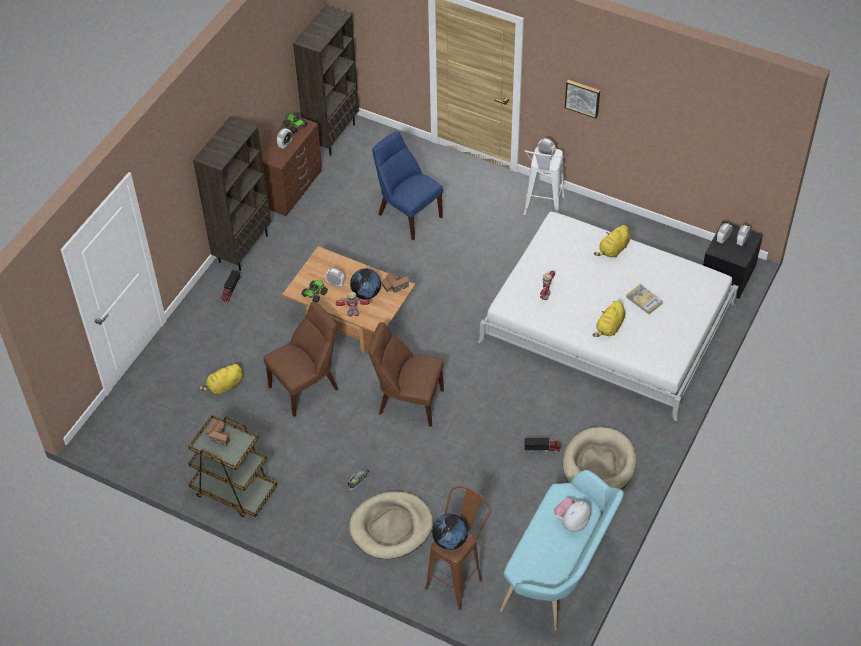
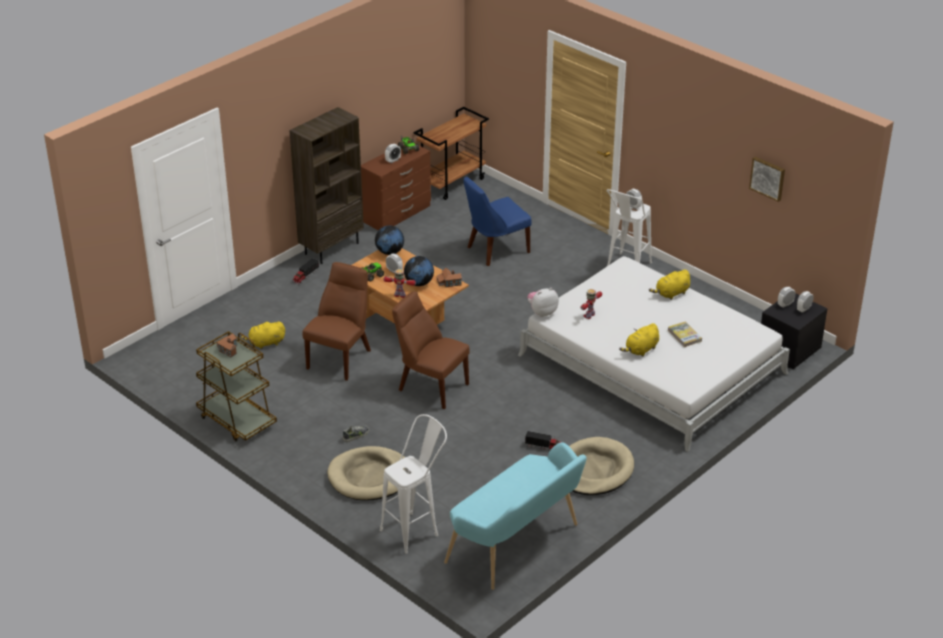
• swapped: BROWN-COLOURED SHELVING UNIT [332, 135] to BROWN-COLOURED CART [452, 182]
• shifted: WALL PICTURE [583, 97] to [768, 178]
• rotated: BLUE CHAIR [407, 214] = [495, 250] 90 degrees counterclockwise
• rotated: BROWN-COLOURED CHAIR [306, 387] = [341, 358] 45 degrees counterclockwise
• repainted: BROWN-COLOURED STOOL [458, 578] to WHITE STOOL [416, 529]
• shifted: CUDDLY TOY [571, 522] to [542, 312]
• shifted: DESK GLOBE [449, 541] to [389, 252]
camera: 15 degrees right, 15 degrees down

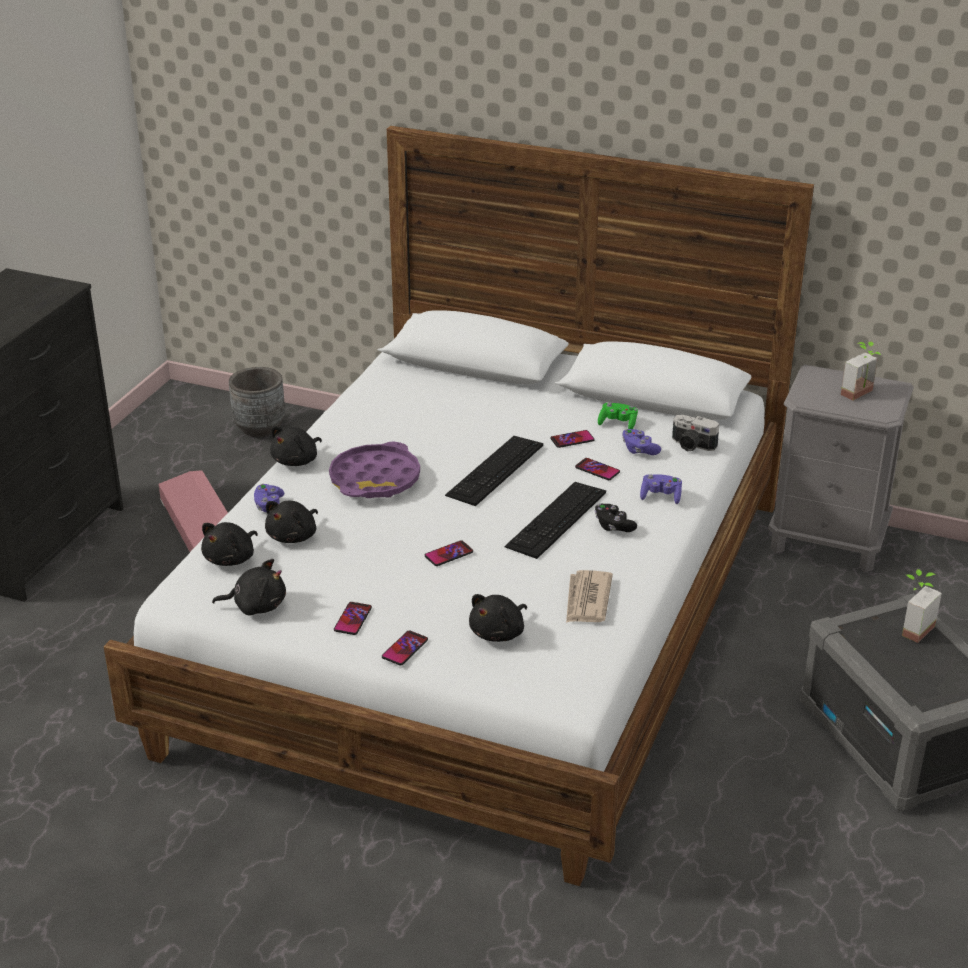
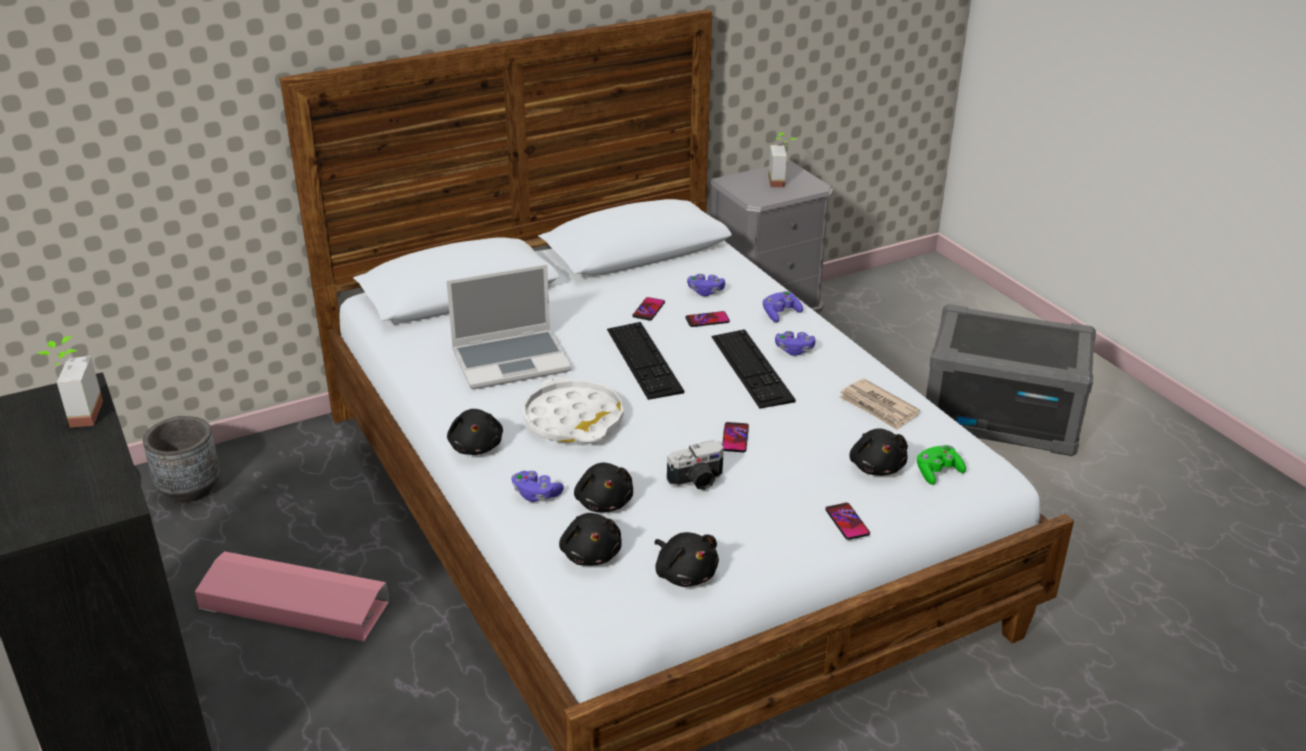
• shifted: GREEN-COLOURED GAME CONTROLLER [618, 423] to [937, 472]
• shifted: PHOTO CAMERA [692, 446] to [697, 481]
• repainted: PURPLE TRAY [375, 479] to WHITE TRAY [573, 420]
• repainted: BLACKISH GAME CONTROLLER [613, 526] to PURPLE GAME CONTROLLER [794, 350]
• rotated: BLACKISH CUDDLY TOY [256, 605] = [684, 573] 105 degrees clockwise
• shifted: HOUSEPLANT [911, 627] to [76, 414]
• gone: HANDSET [353, 619]
• new: PORTABLE COMPUTER [512, 360]
camera: 50 degrees left, 0 degrees up

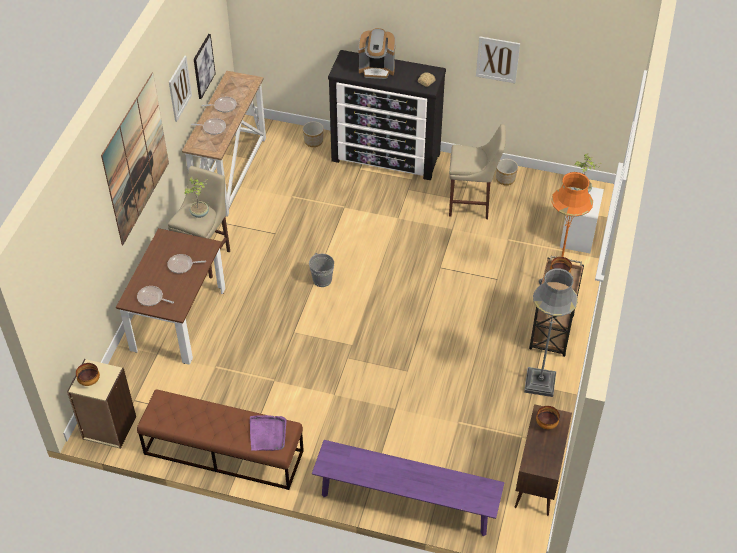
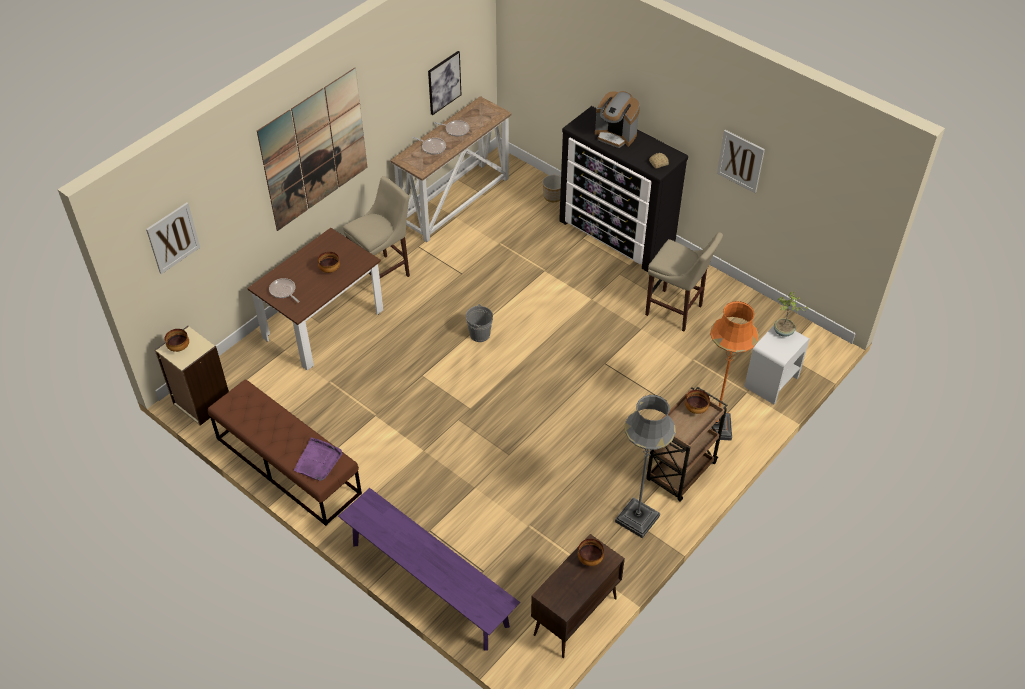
• shifted: WALL PICTURE [179, 88] to [173, 238]
• gone: PLANTER [505, 179]
• gone: HOUSEPLANT [200, 214]
• swapped: FRYING PAN [182, 265] to DEEP DISH [330, 270]
camera: 25 degrees right, 0 degrees up

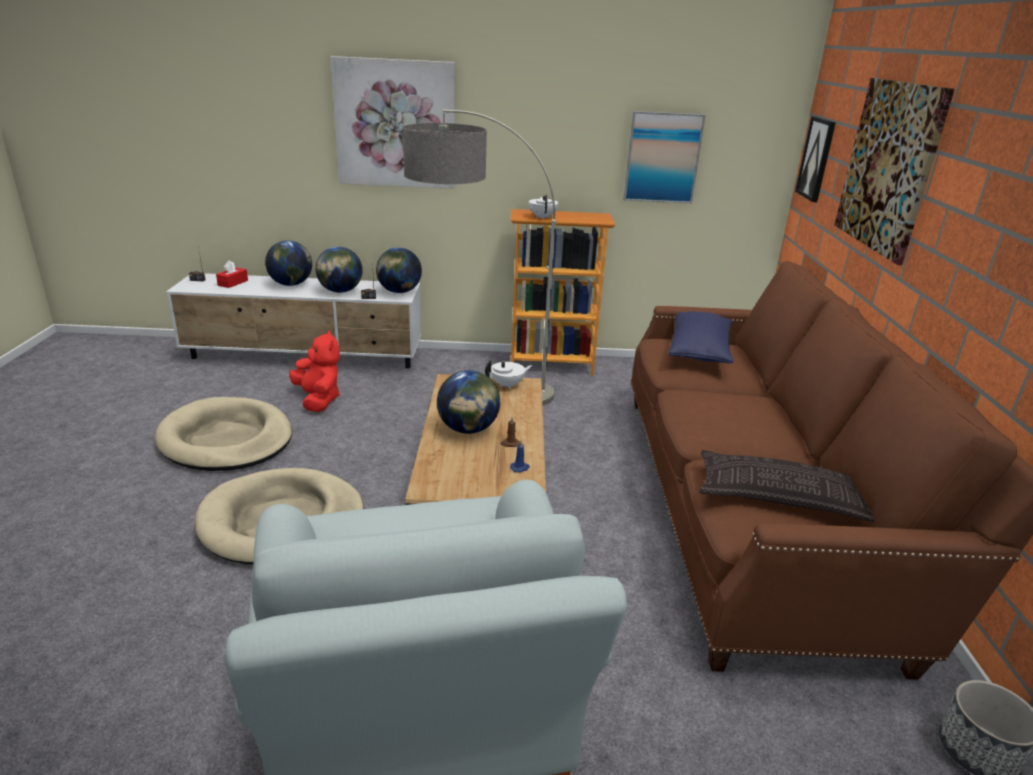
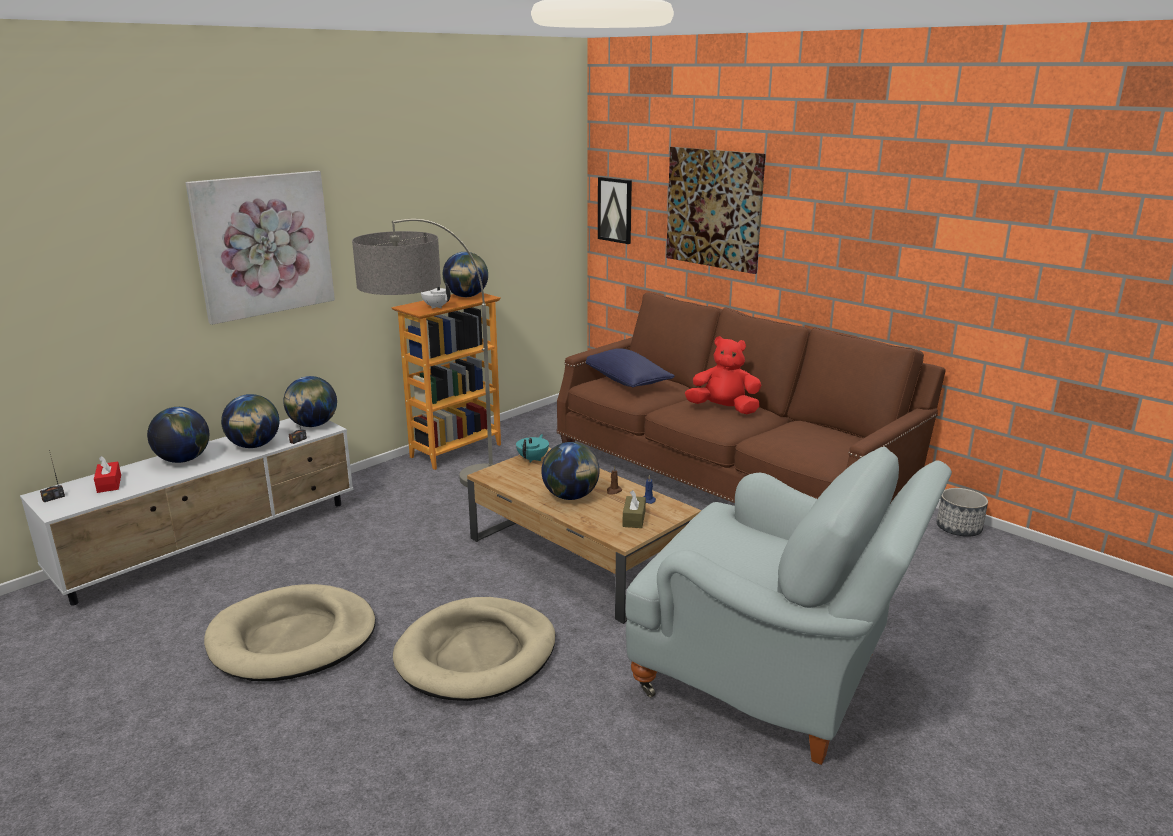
• gone: WALL PICTURE [662, 158]
• shifted: REDDISH CUDDLY TOY [318, 400] to [723, 409]
• repainted: WHITE TEAPOT [508, 385] to TURQUOISE-COLOURED TEAPOT [533, 459]
• gone: CUSHION [781, 496]
• new: DESK GLOBE [466, 296]
• new: BROWN-COLOURED TISSUE BOX [634, 519]
camera: 45 degrees left, 5 degrees down

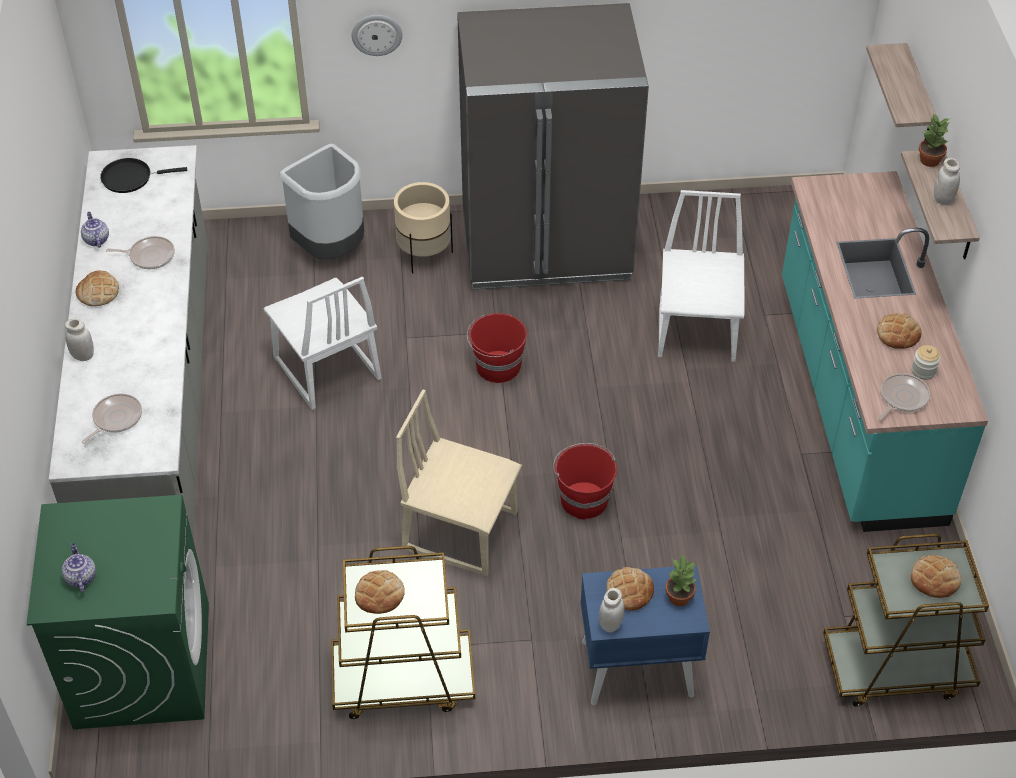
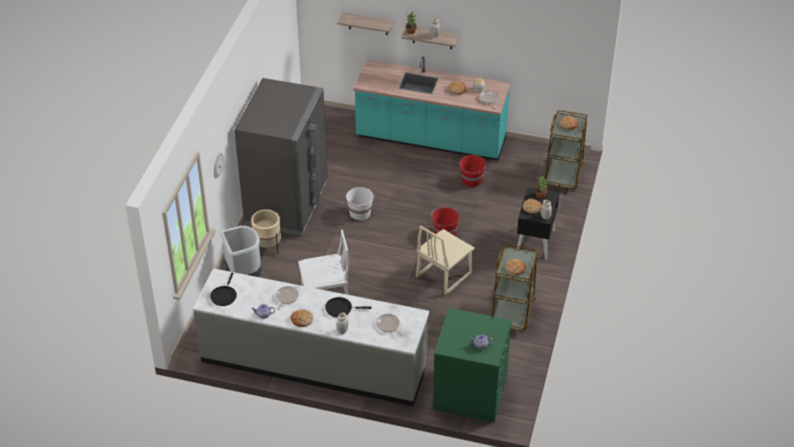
• gone: WHITE CHAIR [698, 330]
• shifted: REDDISH BUCKET [497, 367] to [472, 180]
• repainted: BLUE NIGHTSTAND [636, 668] to BLACKISH NIGHTSTAND [535, 241]
• new: WHITE BUCKET [360, 213]
• new: BLACKISH FRYING PAN [341, 309]
camera: 70 degrees left, 5 degrees down

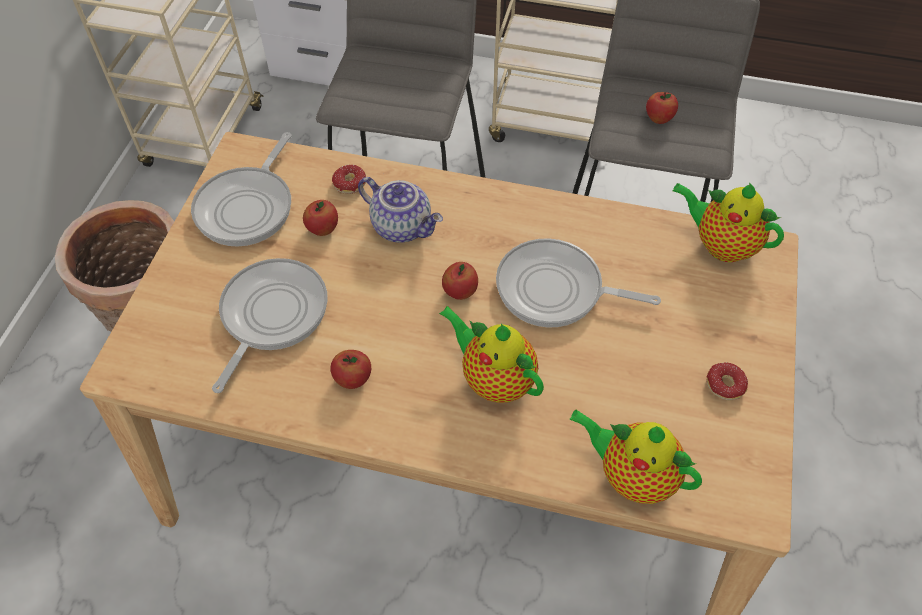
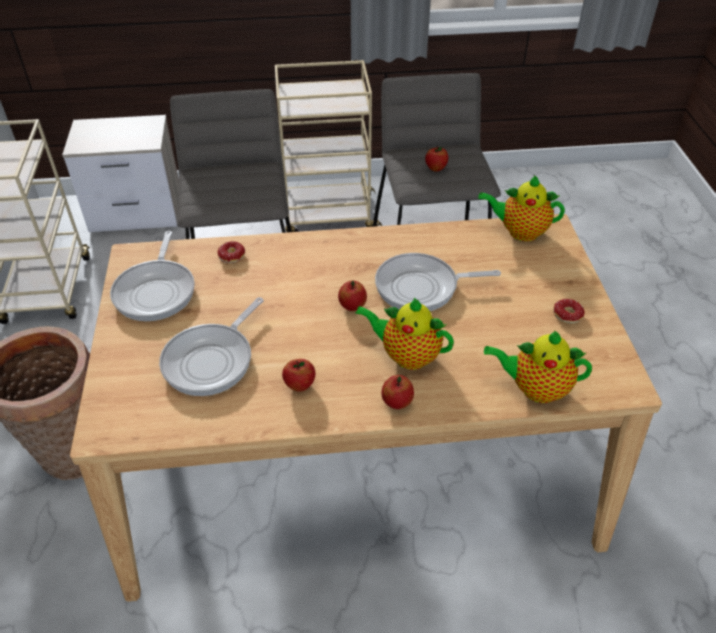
• gone: TEAPOT [403, 226]
• shifted: WHOLE APPLE [322, 229] to [397, 403]
• rotated: FRYING PAN [271, 315] = [212, 360] 150 degrees counterclockwise
camera: 20 degrees left, 10 degrees down

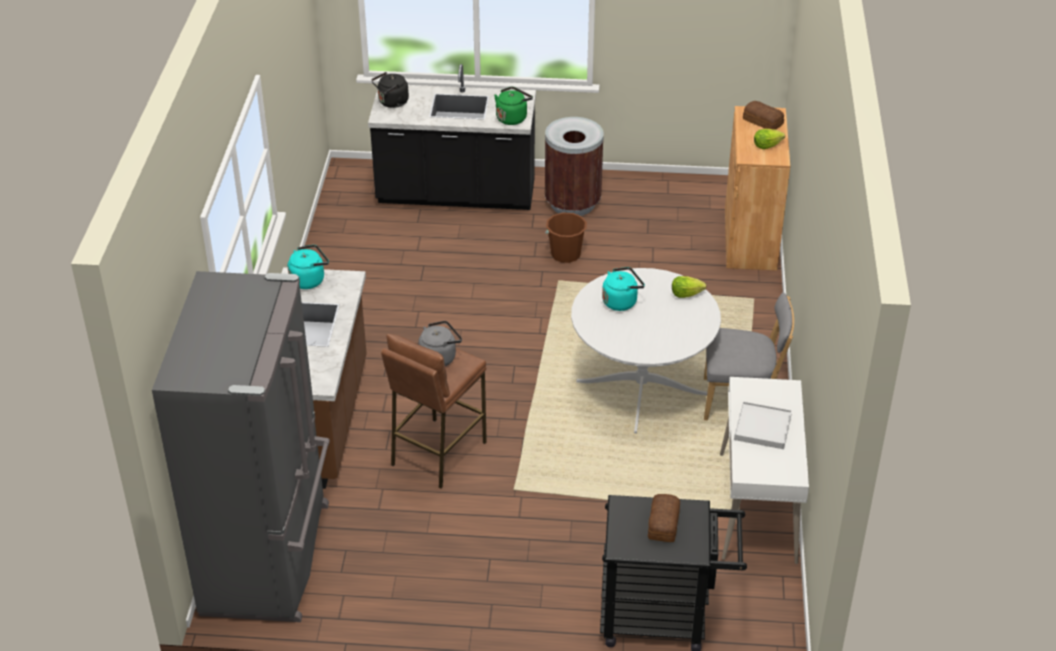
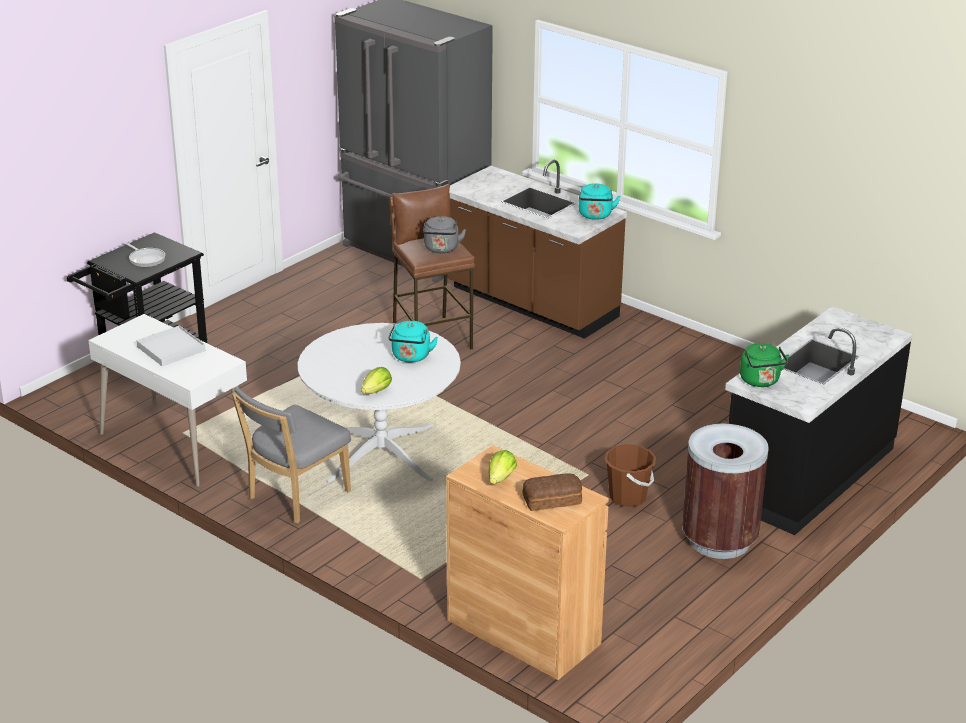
• gone: BLACKISH WATER KETTLE [391, 103]
• swapped: BREAD [662, 524] to FRYING PAN [146, 259]
camera: 125 degrees right, 10 degrees down

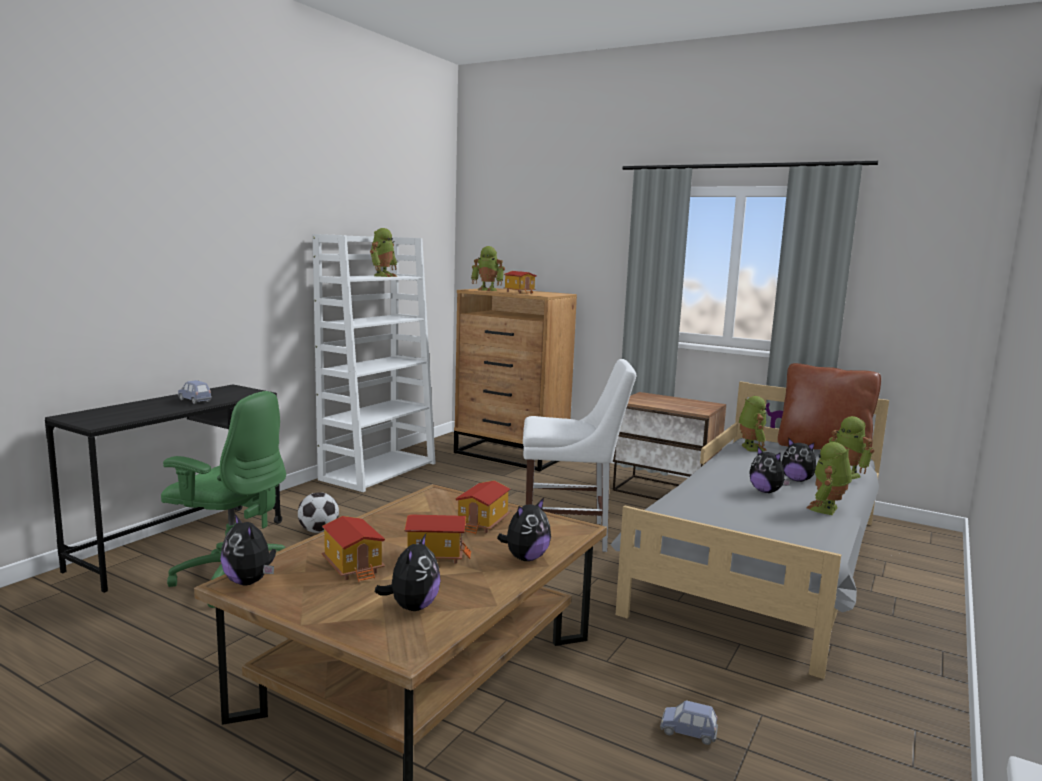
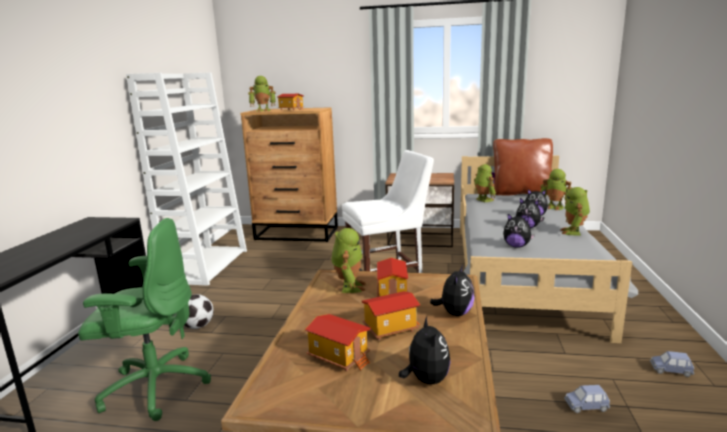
• shifted: TOY ROBOT [383, 276] to [349, 287]
• shifted: BLUE MINIATURE CAR [194, 400] to [670, 370]
• shifted: CUDDLY TOY [250, 581] to [516, 246]
camera: 20 degrees left, 5 degrees up

